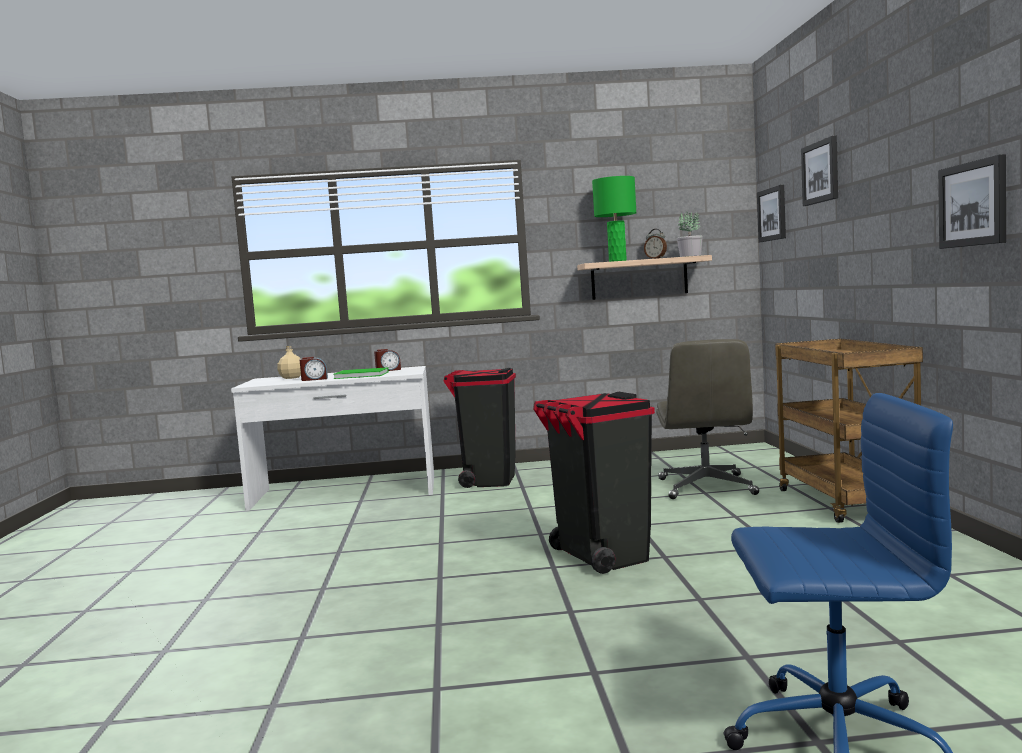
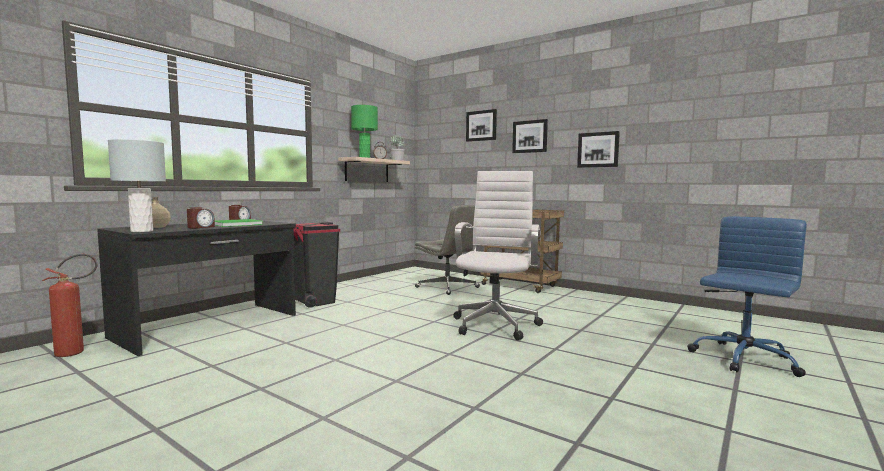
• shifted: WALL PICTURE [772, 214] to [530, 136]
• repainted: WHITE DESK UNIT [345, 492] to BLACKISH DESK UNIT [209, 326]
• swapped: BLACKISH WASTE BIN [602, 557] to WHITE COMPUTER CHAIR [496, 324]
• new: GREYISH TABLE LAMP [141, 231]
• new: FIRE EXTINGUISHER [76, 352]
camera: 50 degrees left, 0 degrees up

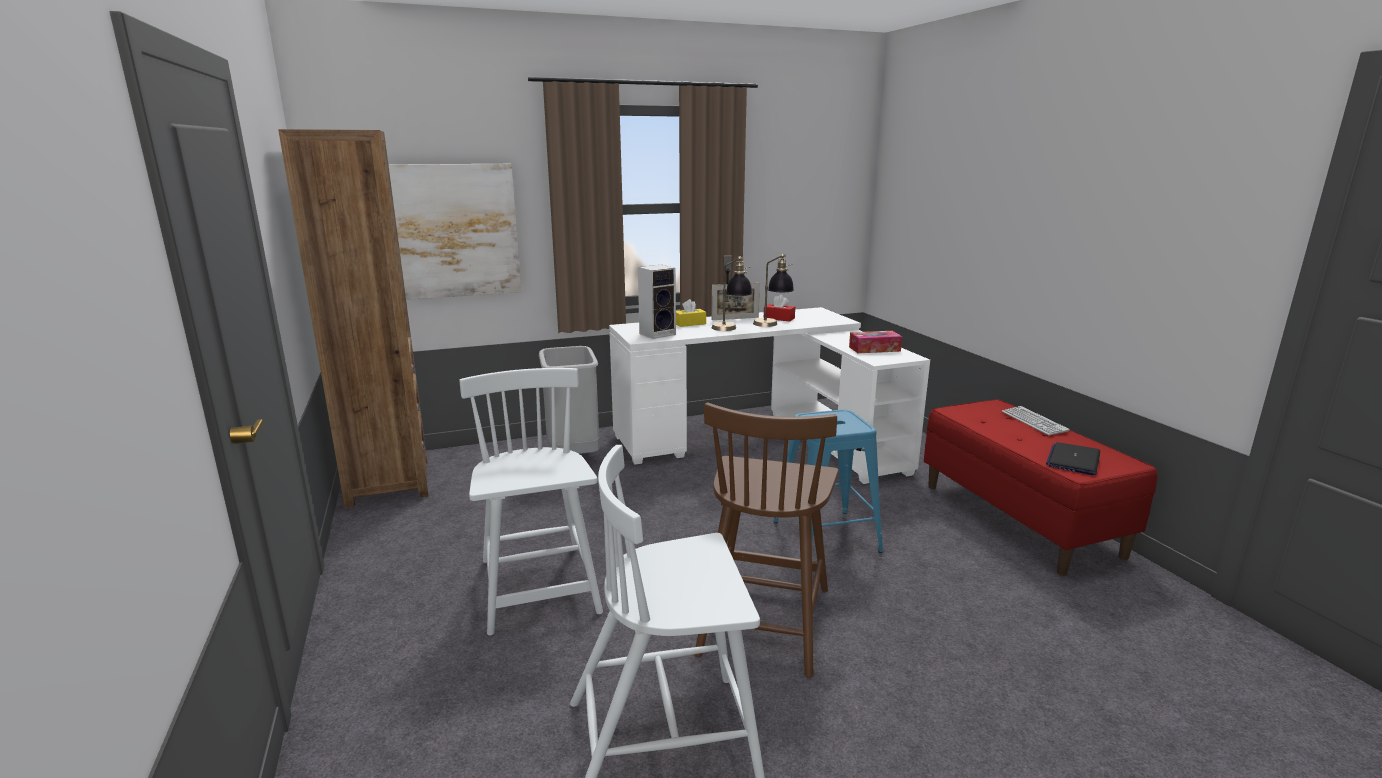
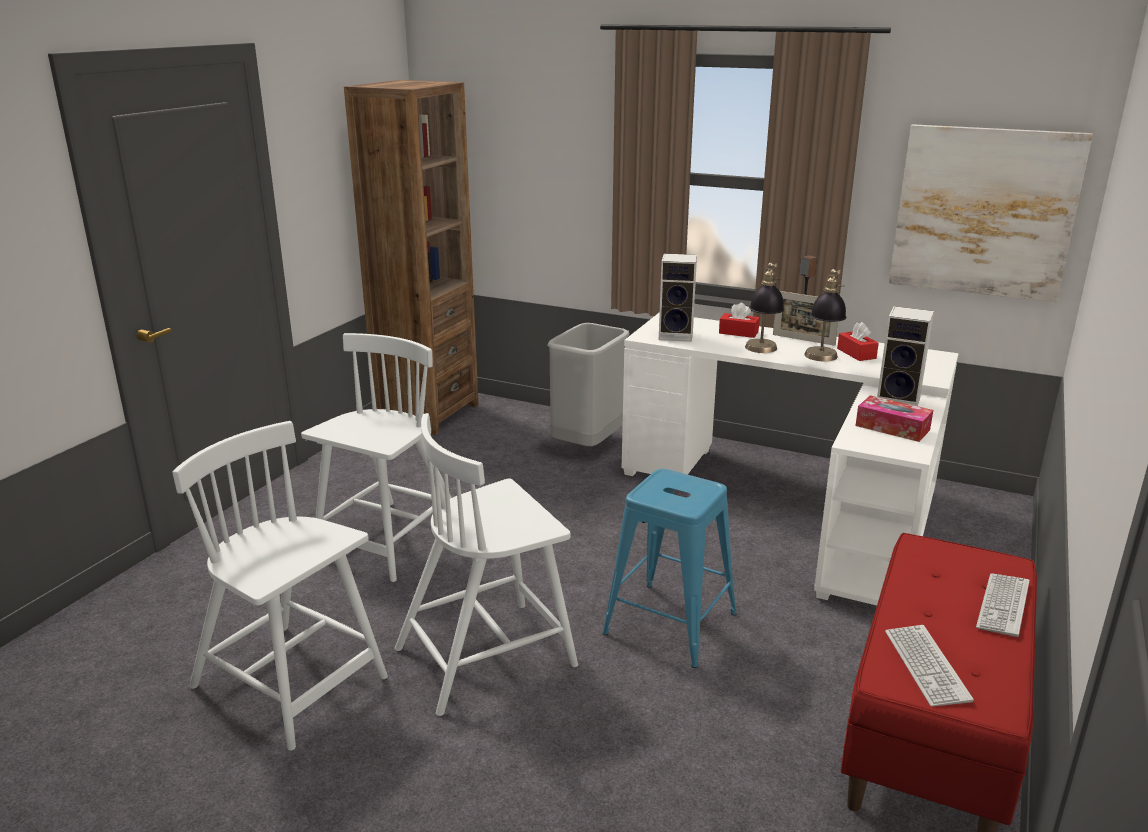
• shifted: WALL PICTURE [450, 231] to [984, 212]
• repainted: YELLOWISH TISSUE BOX [690, 323] to REDDISH TISSUE BOX [738, 332]
• repainted: BROWN-COLOURED CHAIR [764, 618] to WHITE CHAIR [488, 655]
• swapped: PORTABLE COMPUTER [1073, 460] to PC KEYBOARD [926, 666]
• new: AUDIO SPEAKER [900, 401]
camera: 45 degrees right, 5 degrees up

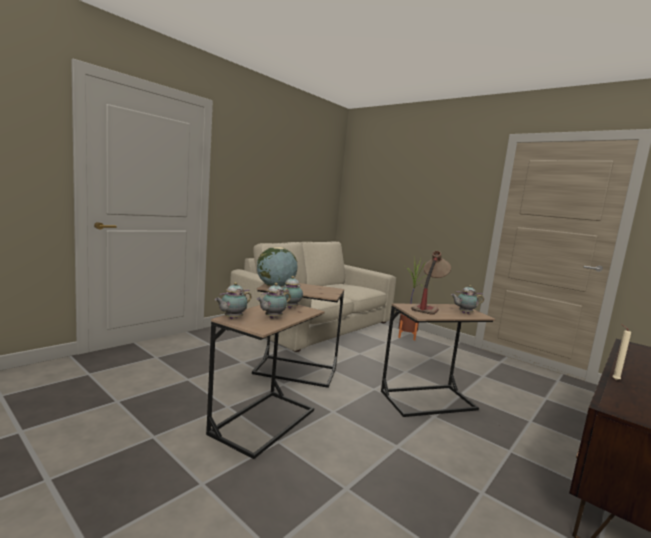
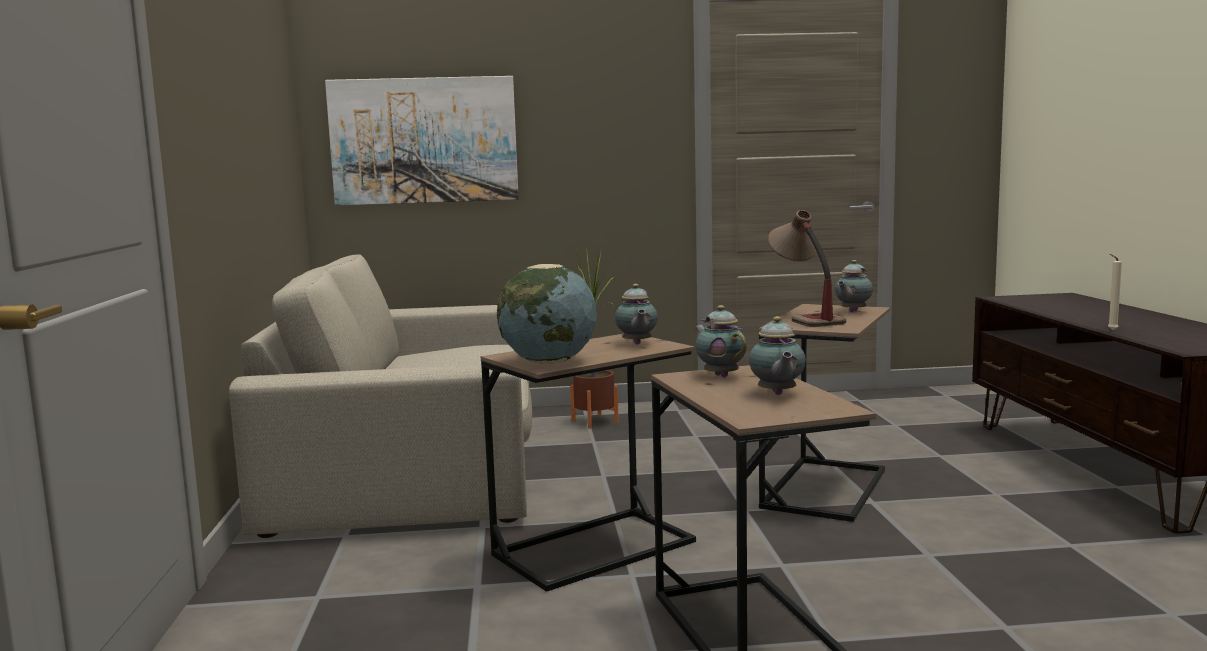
• shifted: TEAPOT [232, 318] to [636, 344]
• new: WALL PICTURE [424, 141]
camera: 45 degrees left, 0 degrees up

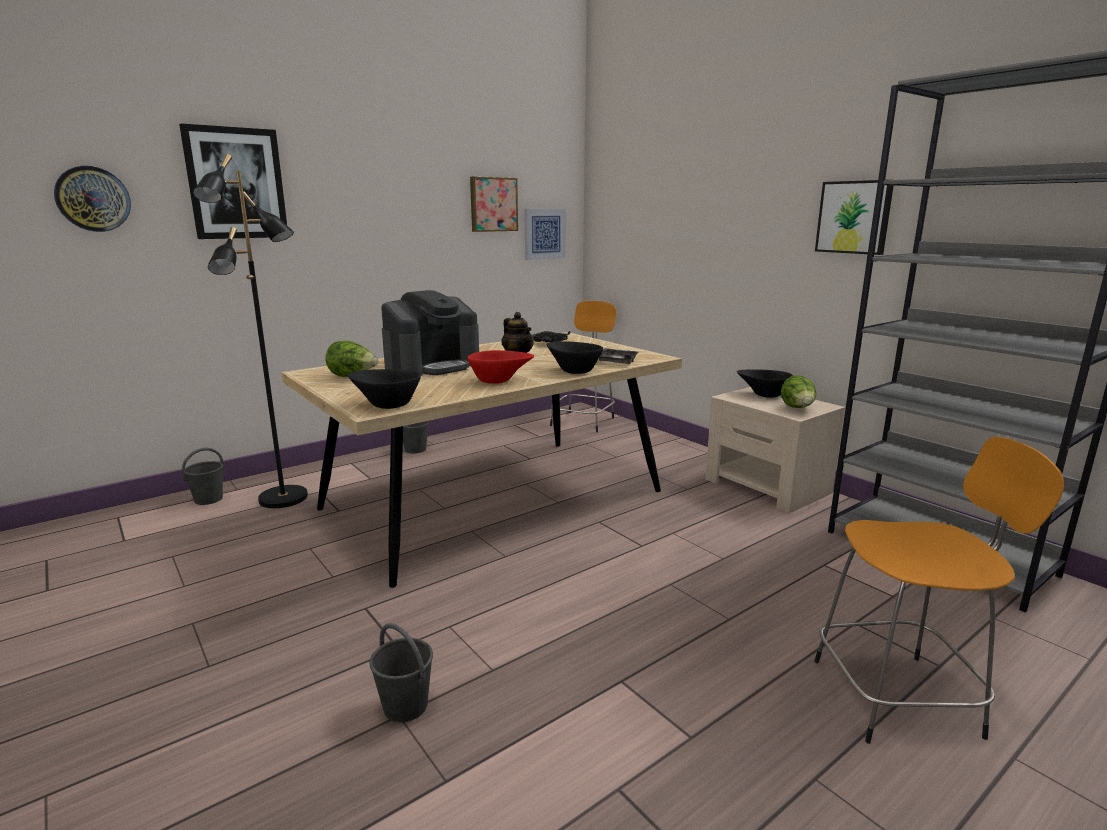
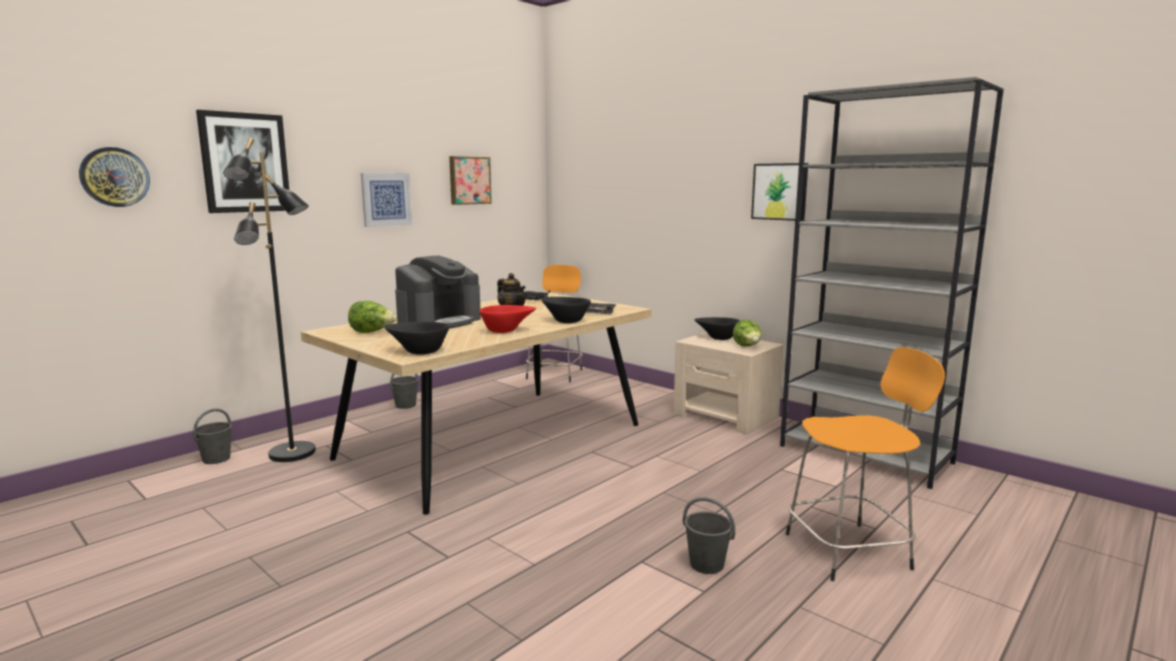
• shifted: WALL PICTURE [544, 234] to [386, 199]
• shifted: GREYISH BUCKET [405, 706] to [706, 564]
camera: 10 degrees left, 5 degrees down

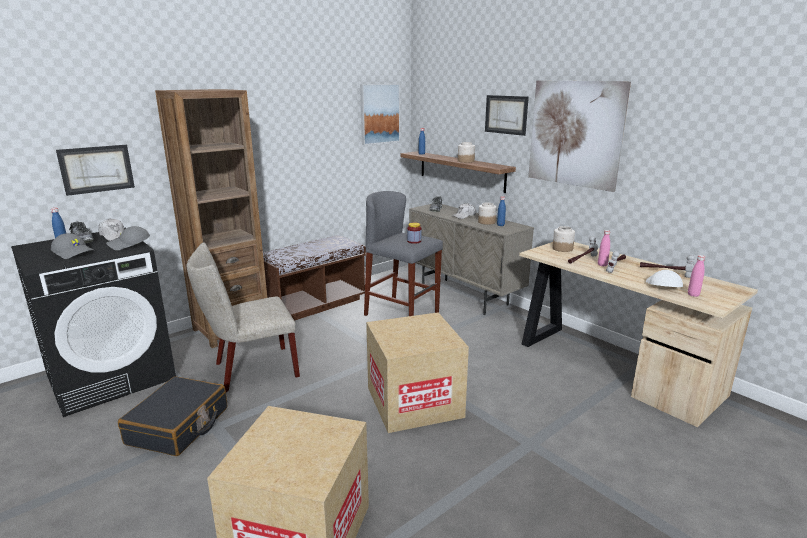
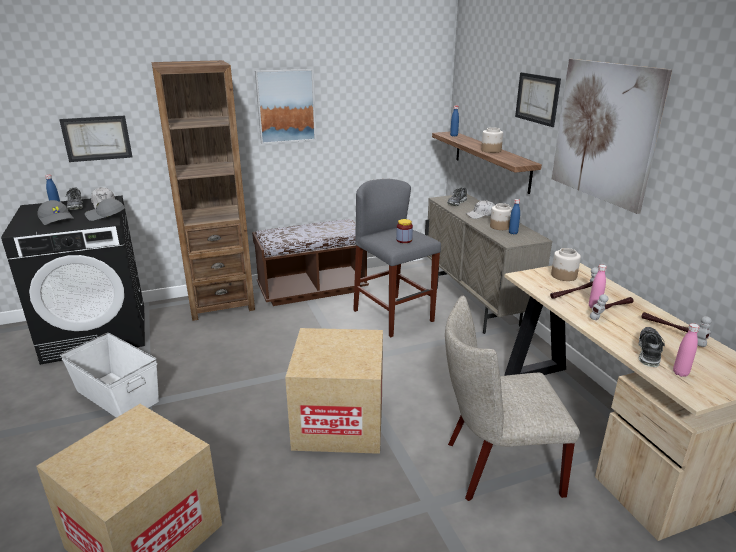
• shifted: WALL PICTURE [379, 114] to [286, 106]
• shifted: BEIGE-COLOURED CHAIR [250, 370] to [495, 467]
• swapped: WHITE PEAKED CAP [662, 286] to ITEM OF FOOTWEAR [648, 352]
• swapped: BLACKISH TRAVEL CASE [178, 426] to WHITE STORAGE CONTAINER [117, 395]
camera: 20 degrees right, 5 degrees up

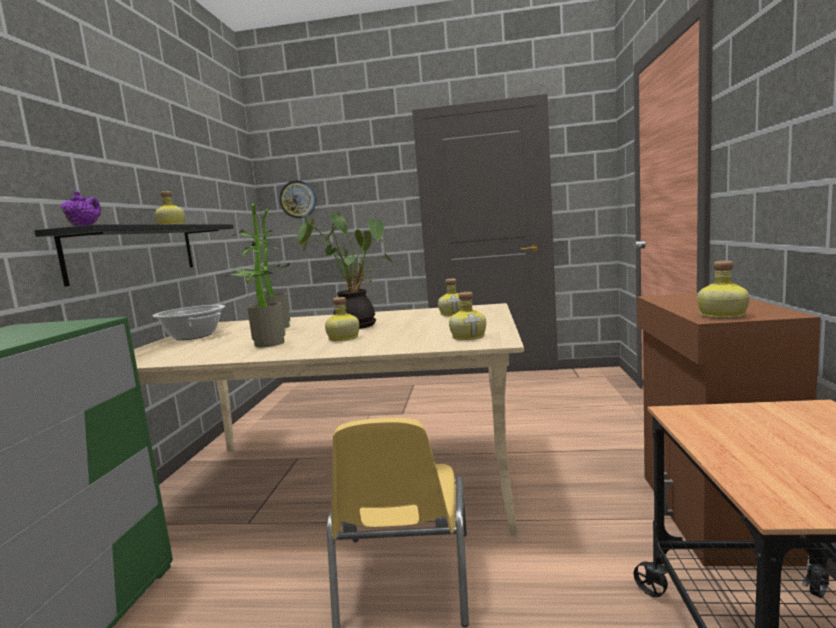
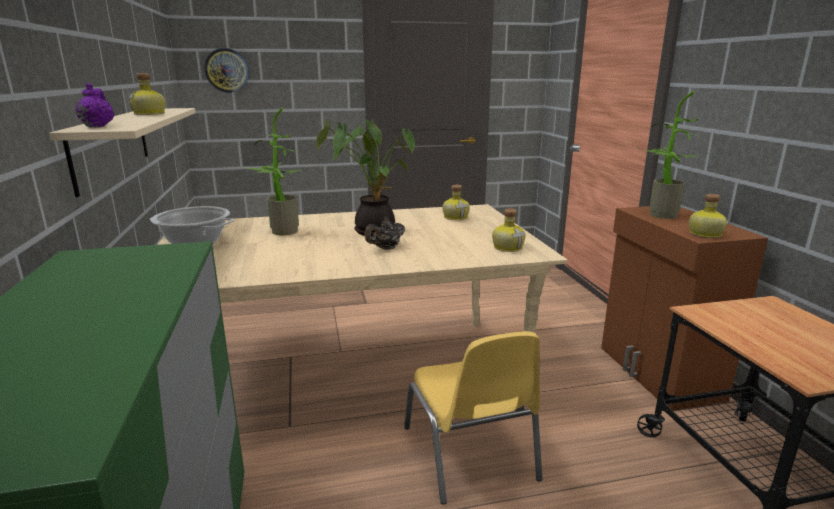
• shifted: HOUSEPLANT [264, 344] to [659, 215]
• repainted: BLACKISH SHELF [135, 252] to BEIGE-COLOURED SHELF [112, 145]
• swapped: BEVERAGE BOTTLE [343, 338] to BLACKISH TEAPOT [386, 248]
camera: 20 degrees left, 10 degrees up

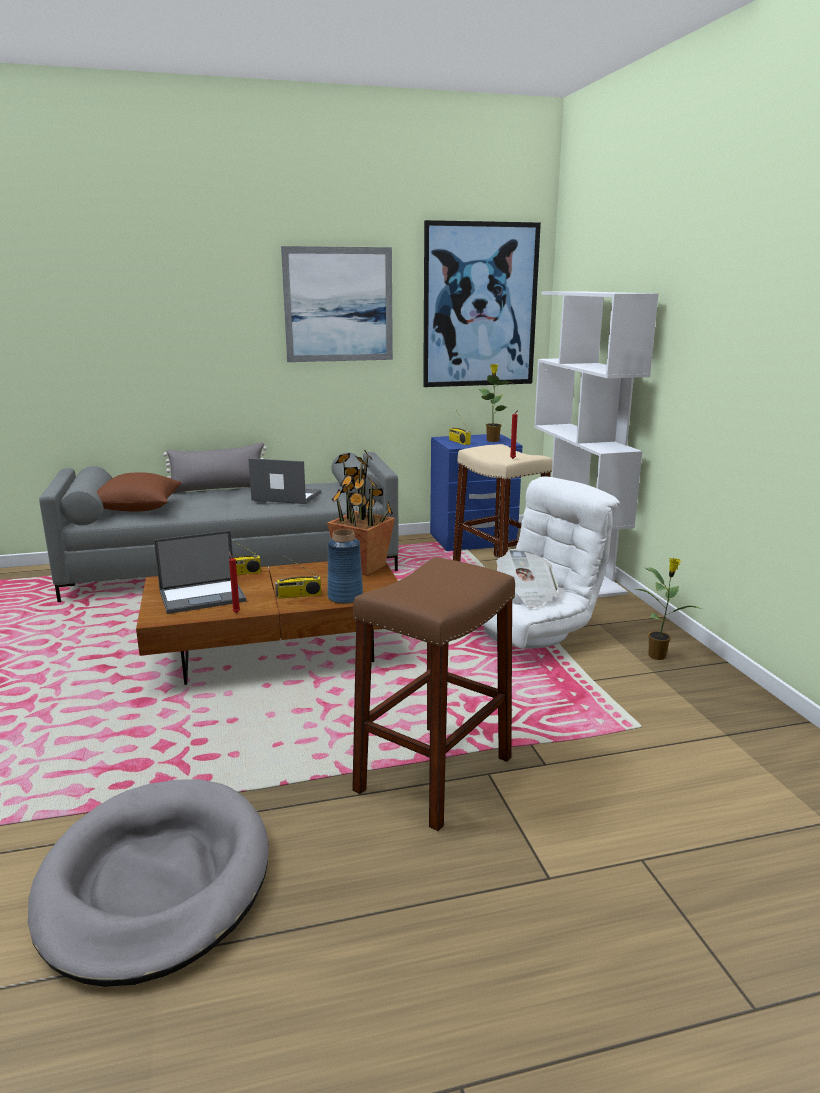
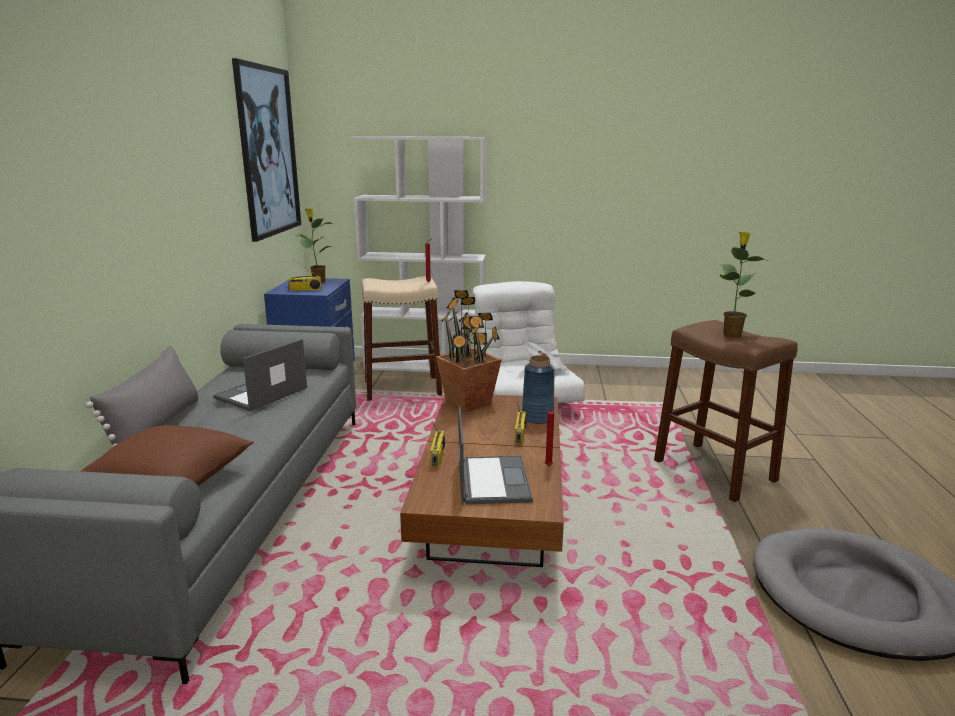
• gone: WALL PICTURE [338, 305]
• shifted: HOUSEPLANT [658, 656] to [731, 335]
camera: 70 degrees left, 0 degrees up

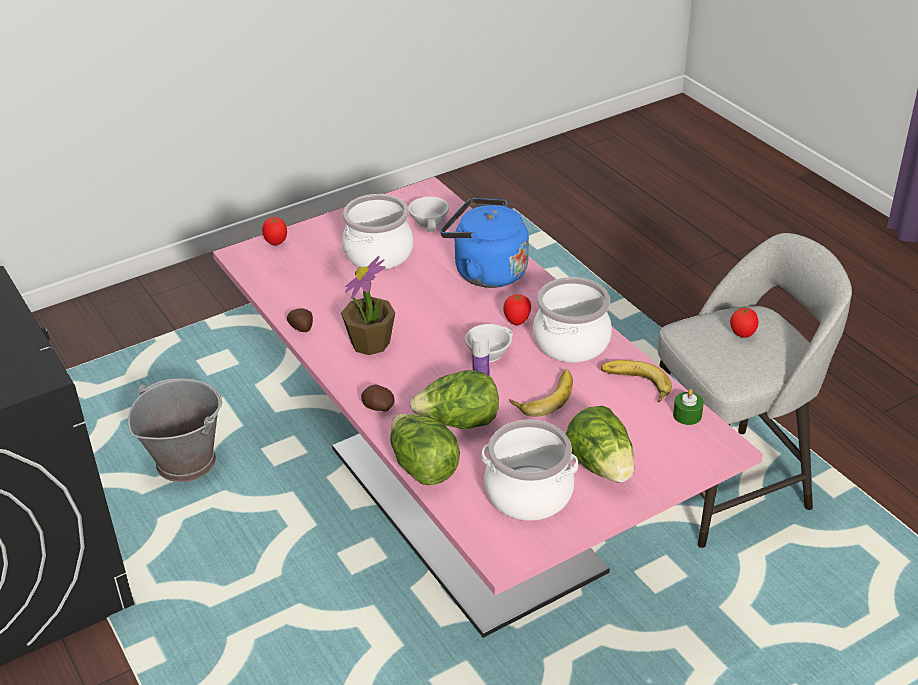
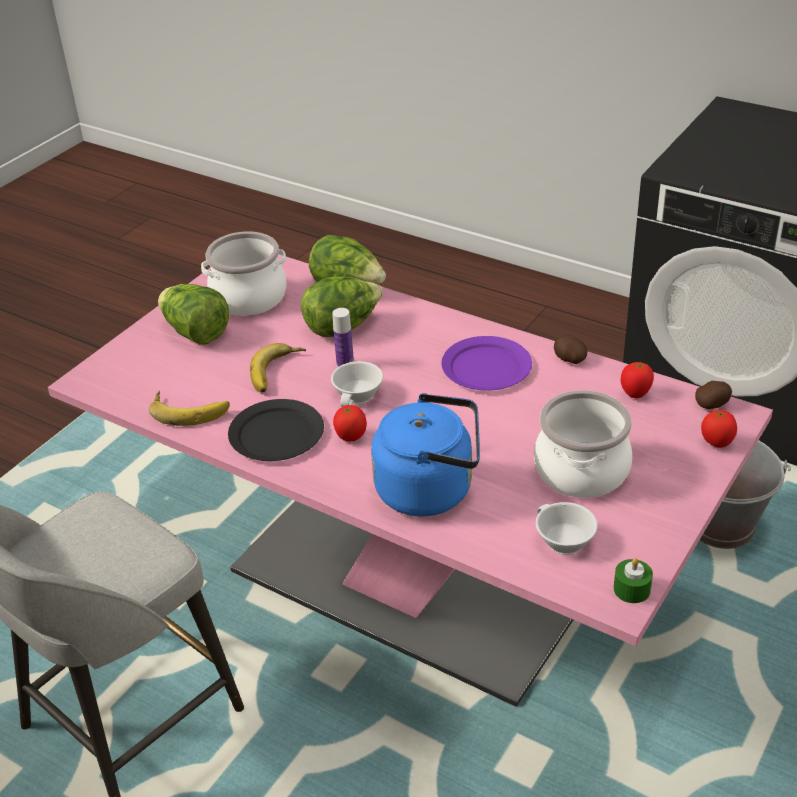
• swapped: HOUSEPLANT [370, 343] to PURPLE FLAT DISH [485, 367]
• swapped: COOKING POT [572, 342] to BLACKISH FLAT DISH [276, 434]
• shifted: WHOLE TOMATO [742, 334] to [635, 394]
• shifted: SPUD [378, 407] to [712, 405]
• shifted: GREEN-COLOURED WAX CANDLE [687, 415] to [632, 589]
camera: 155 degrees right, 0 degrees up

